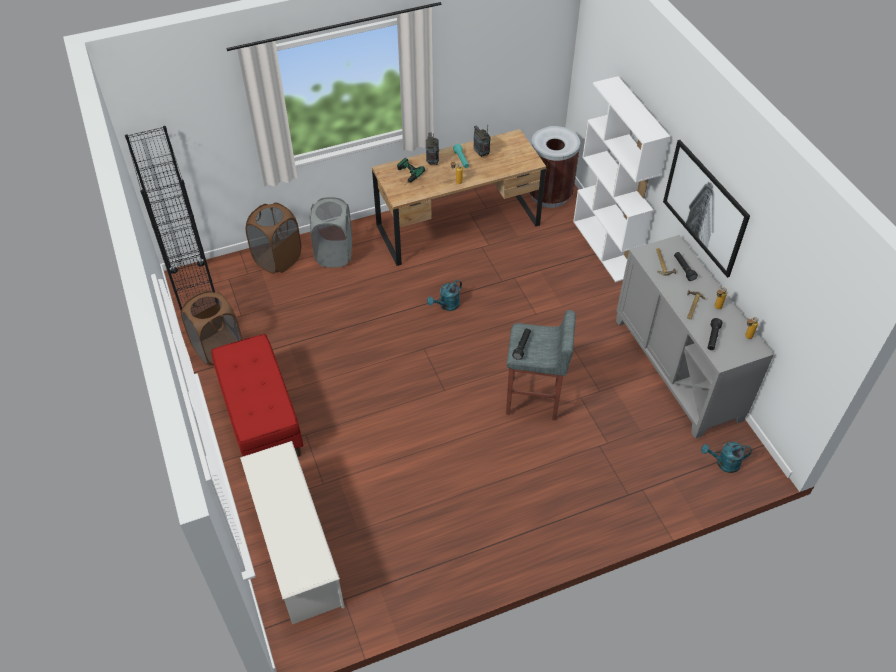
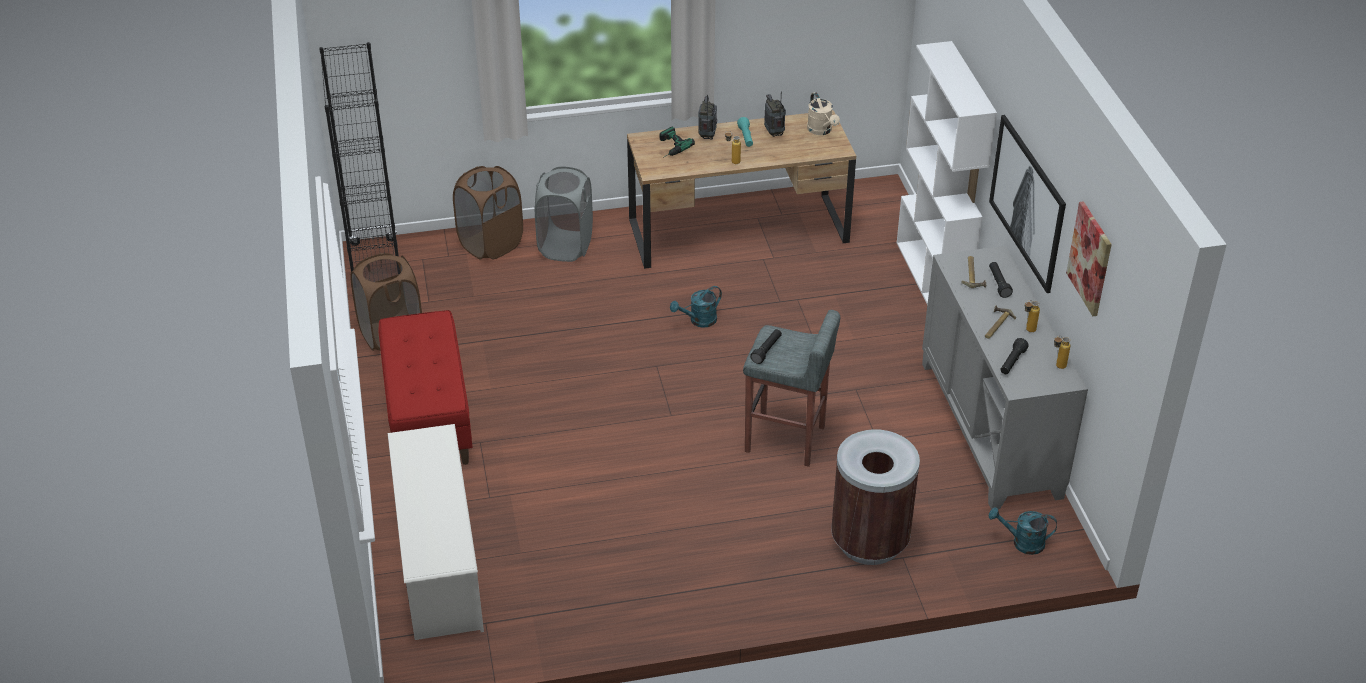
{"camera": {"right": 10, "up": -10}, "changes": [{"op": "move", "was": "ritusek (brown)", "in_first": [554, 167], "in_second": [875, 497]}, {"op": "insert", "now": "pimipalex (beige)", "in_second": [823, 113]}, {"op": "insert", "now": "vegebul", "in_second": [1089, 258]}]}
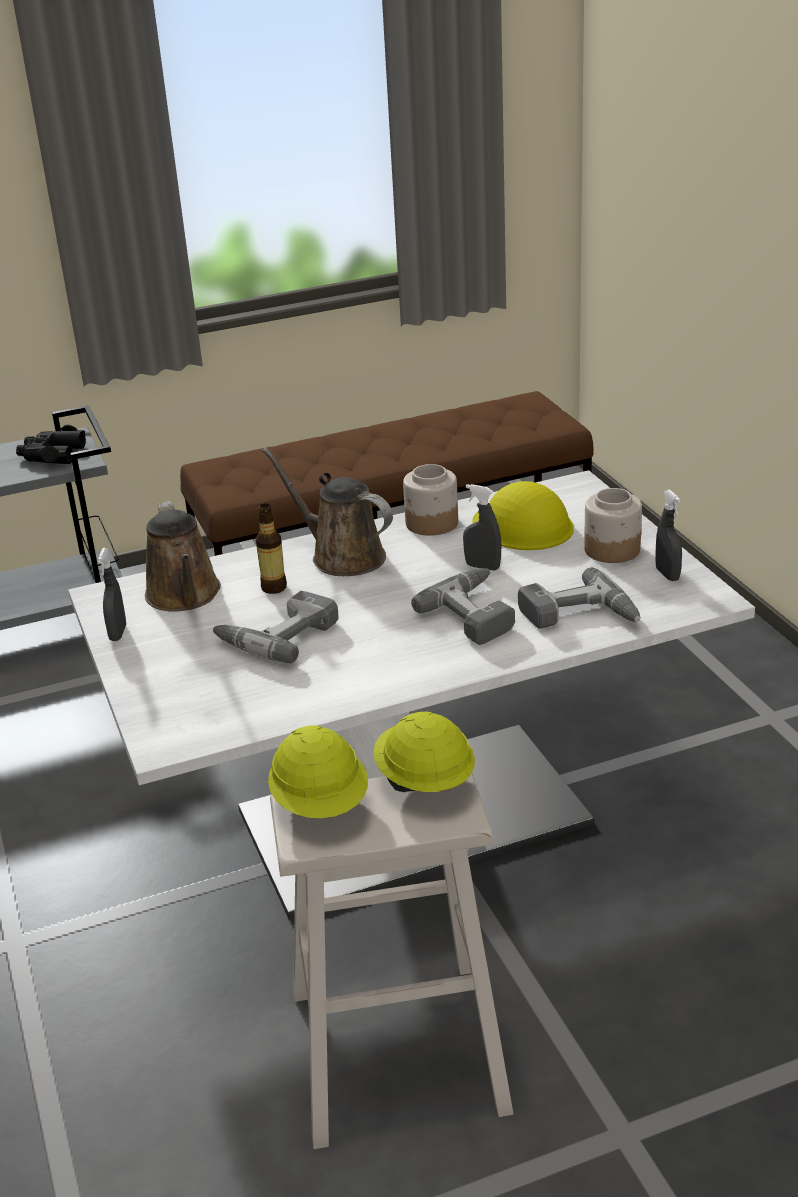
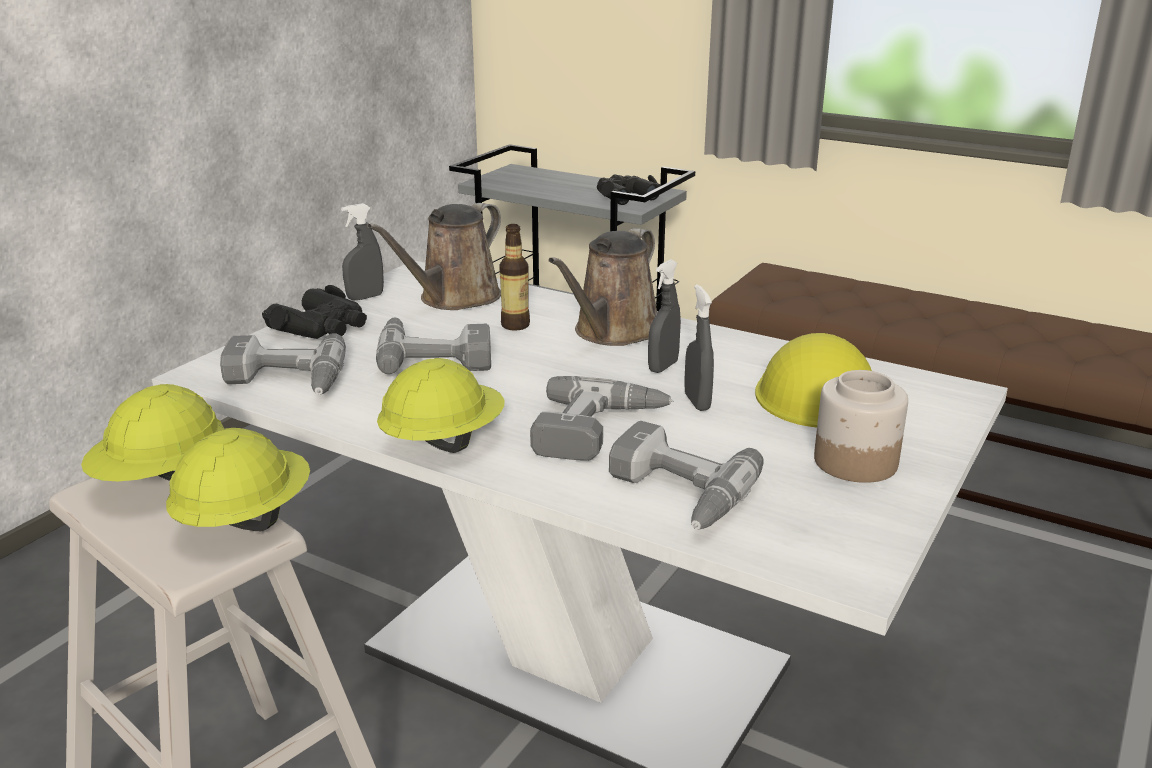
{"camera": {"right": 50, "up": -5}, "changes": [{"op": "rotate", "was": "pimipalex (brown)", "in_first": [327, 512], "in_second": [602, 287], "clockwise": -150}, {"op": "delete", "was": "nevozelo", "in_first": [430, 500]}, {"op": "move", "was": "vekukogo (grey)", "in_first": [668, 535], "in_second": [664, 316]}, {"op": "insert", "now": "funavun", "in_second": [283, 364]}, {"op": "insert", "now": "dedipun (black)", "in_second": [314, 312]}, {"op": "insert", "now": "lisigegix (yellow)", "in_second": [440, 405]}]}
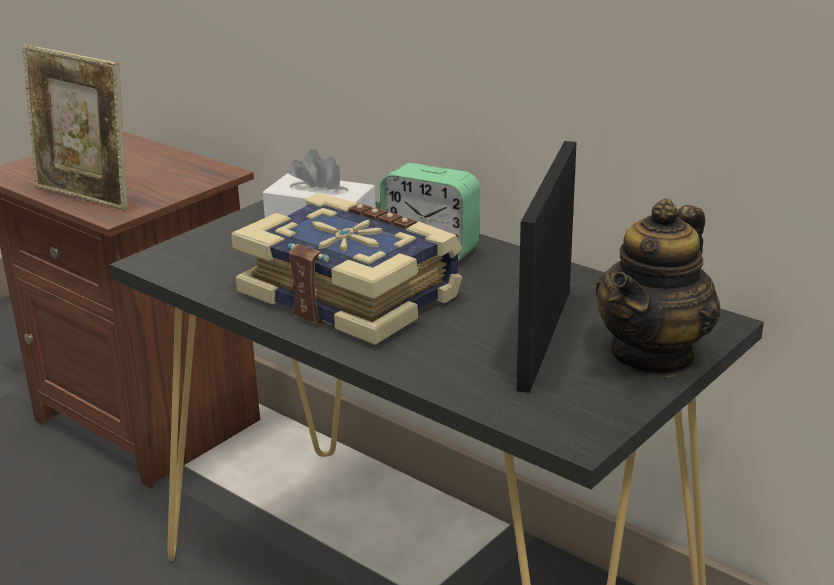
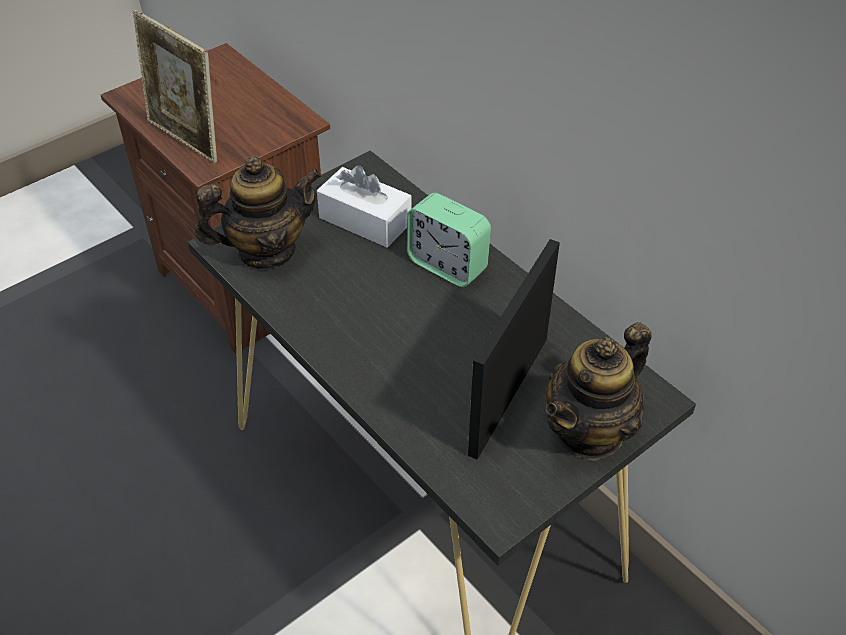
{"camera": {"right": 10, "up": 20}, "changes": [{"op": "delete", "was": "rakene", "in_first": [346, 269]}, {"op": "insert", "now": "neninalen", "in_second": [258, 212]}]}
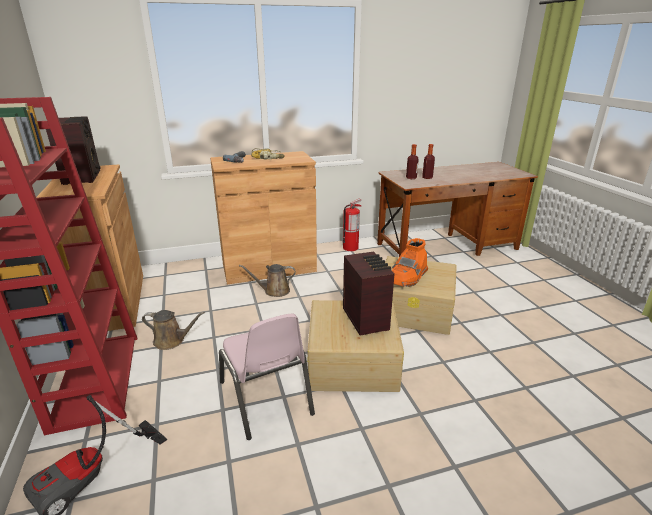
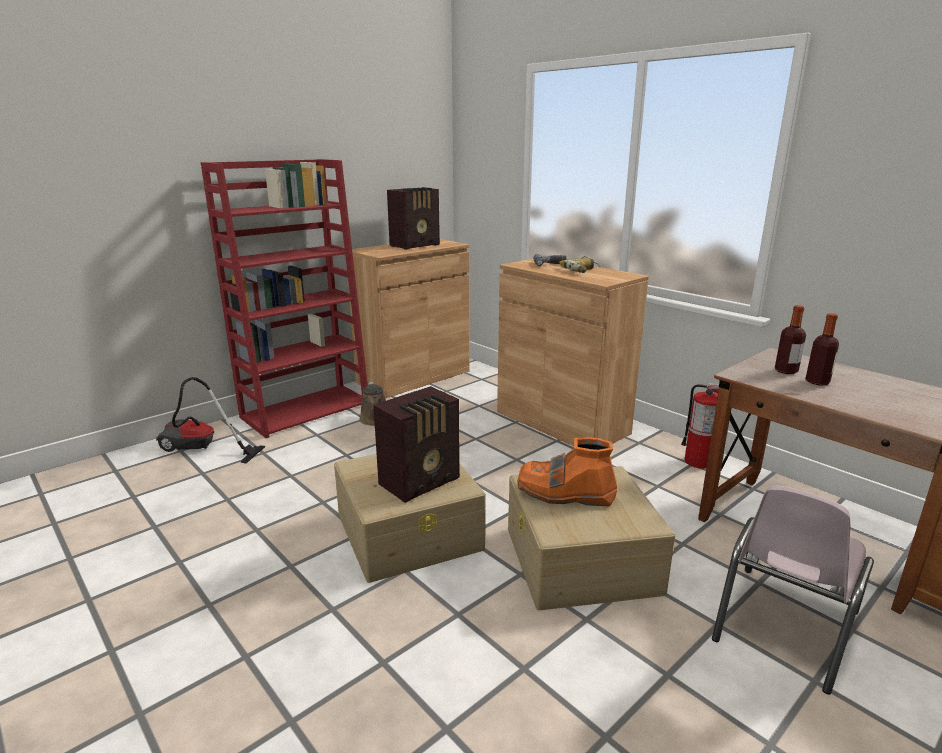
{"camera": {"right": 65, "up": -5}, "changes": [{"op": "move", "was": "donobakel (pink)", "in_first": [267, 377], "in_second": [793, 590]}, {"op": "delete", "was": "pimipalex (brown)", "in_first": [267, 280]}]}
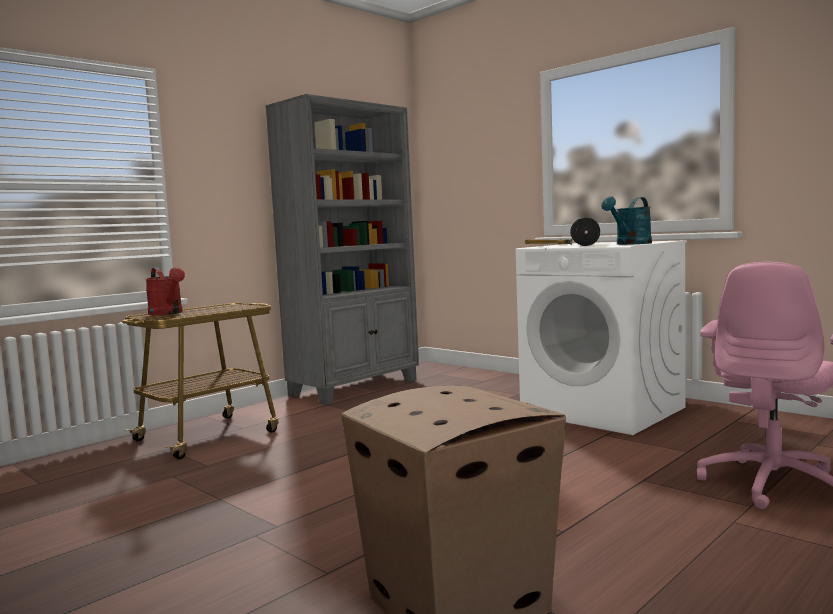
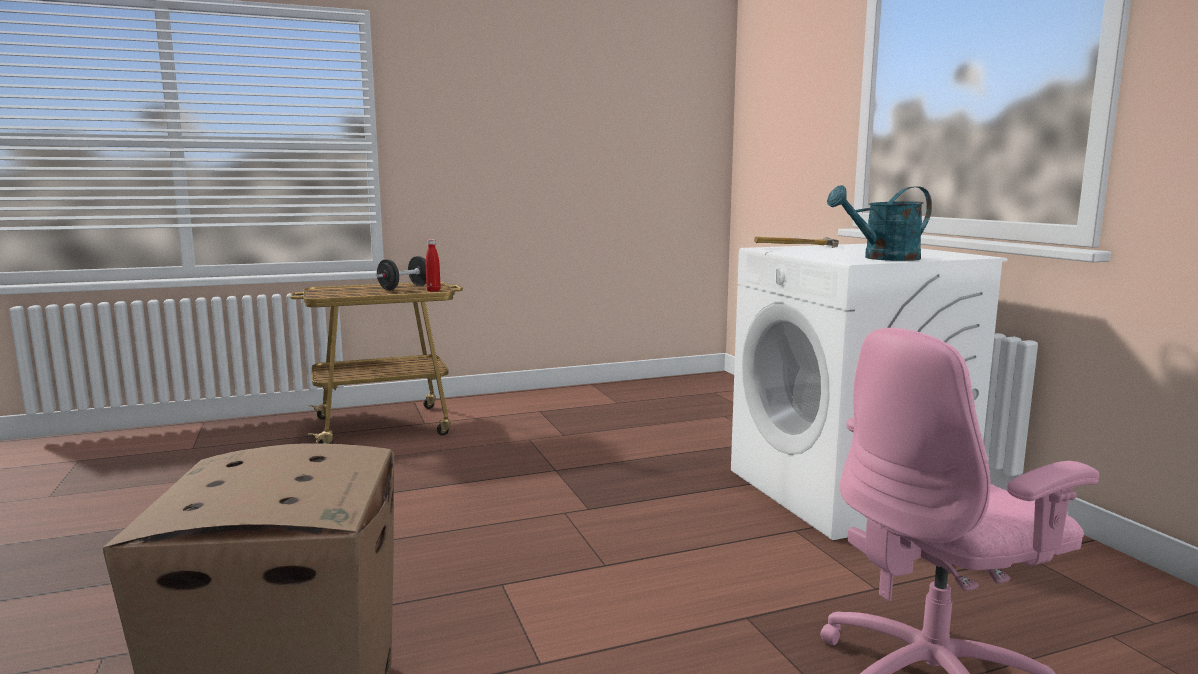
{"camera": {"right": 25, "up": 5}, "changes": [{"op": "delete", "was": "pimipalex (red)", "in_first": [165, 291]}, {"op": "delete", "was": "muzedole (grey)", "in_first": [342, 249]}, {"op": "move", "was": "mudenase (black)", "in_first": [585, 232], "in_second": [401, 273]}, {"op": "insert", "now": "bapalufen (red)", "in_second": [433, 265]}]}
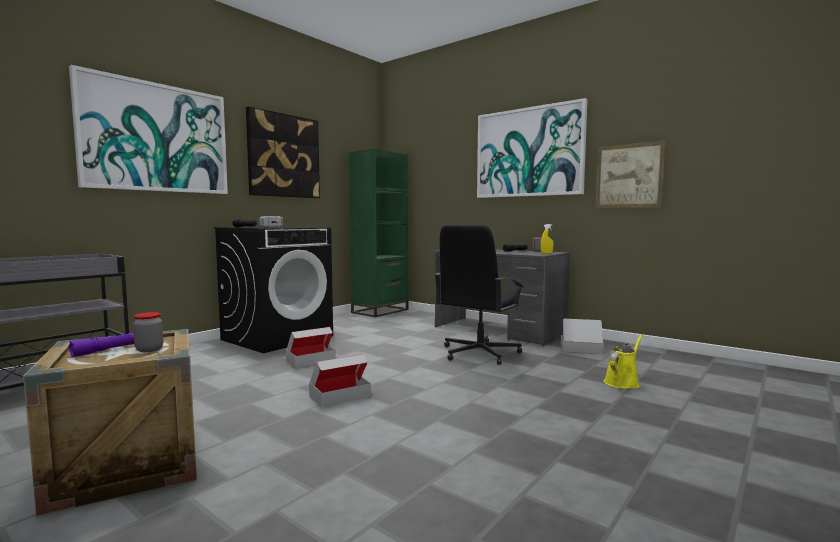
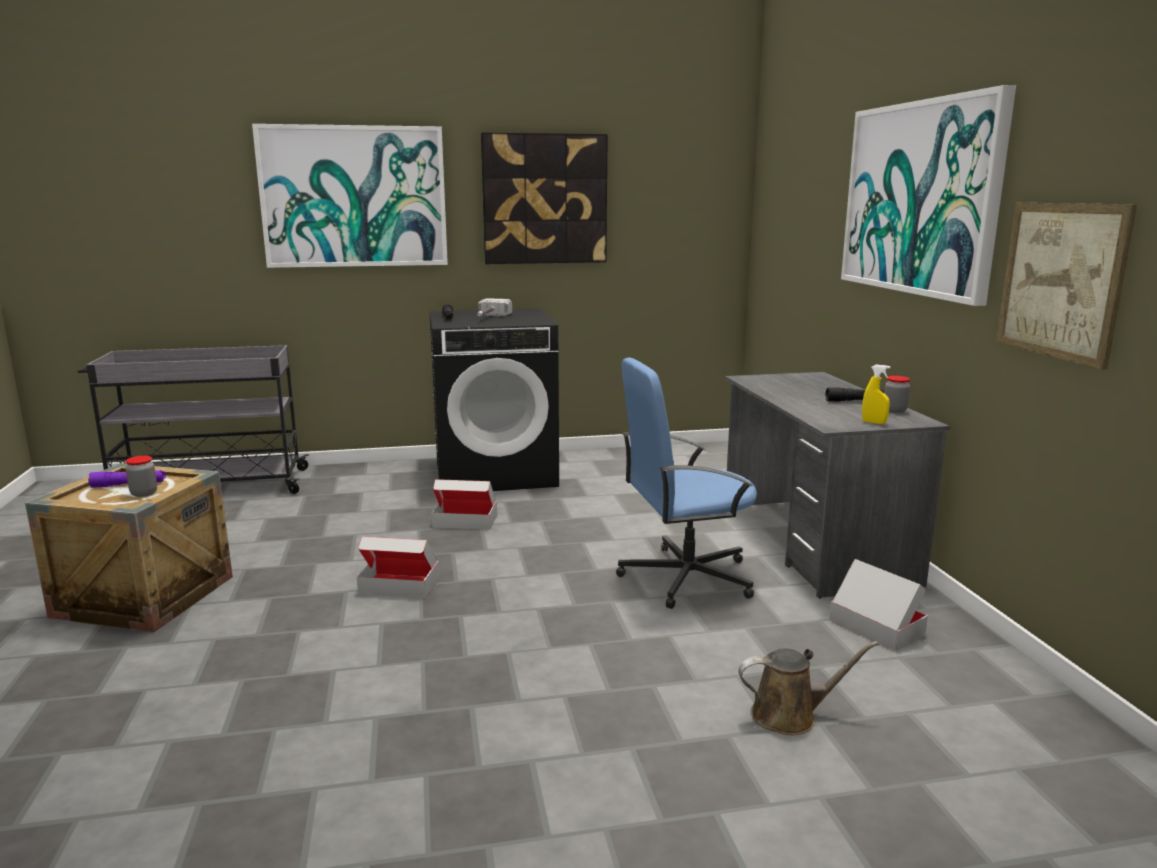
{"camera": {"right": 40, "up": 10}, "changes": [{"op": "delete", "was": "muzedole (green)", "in_first": [378, 233]}, {"op": "recolor", "was": "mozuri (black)", "now": "mozuri (blue)", "in_first": [479, 294], "in_second": [686, 483]}, {"op": "recolor", "was": "pimipalex (yellow)", "now": "pimipalex (brown)", "in_first": [623, 361], "in_second": [808, 688]}]}
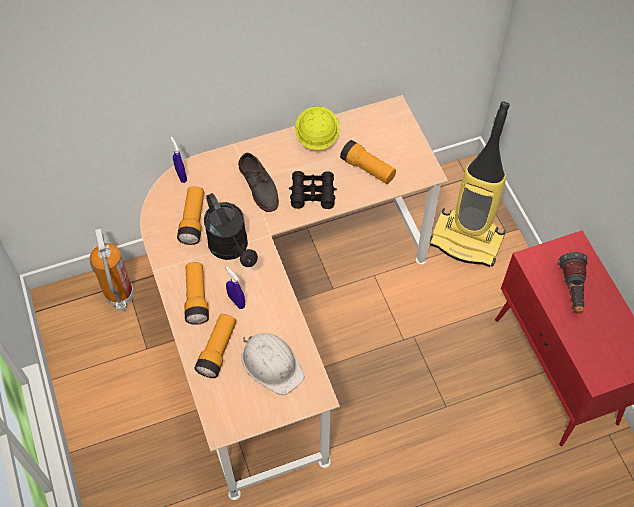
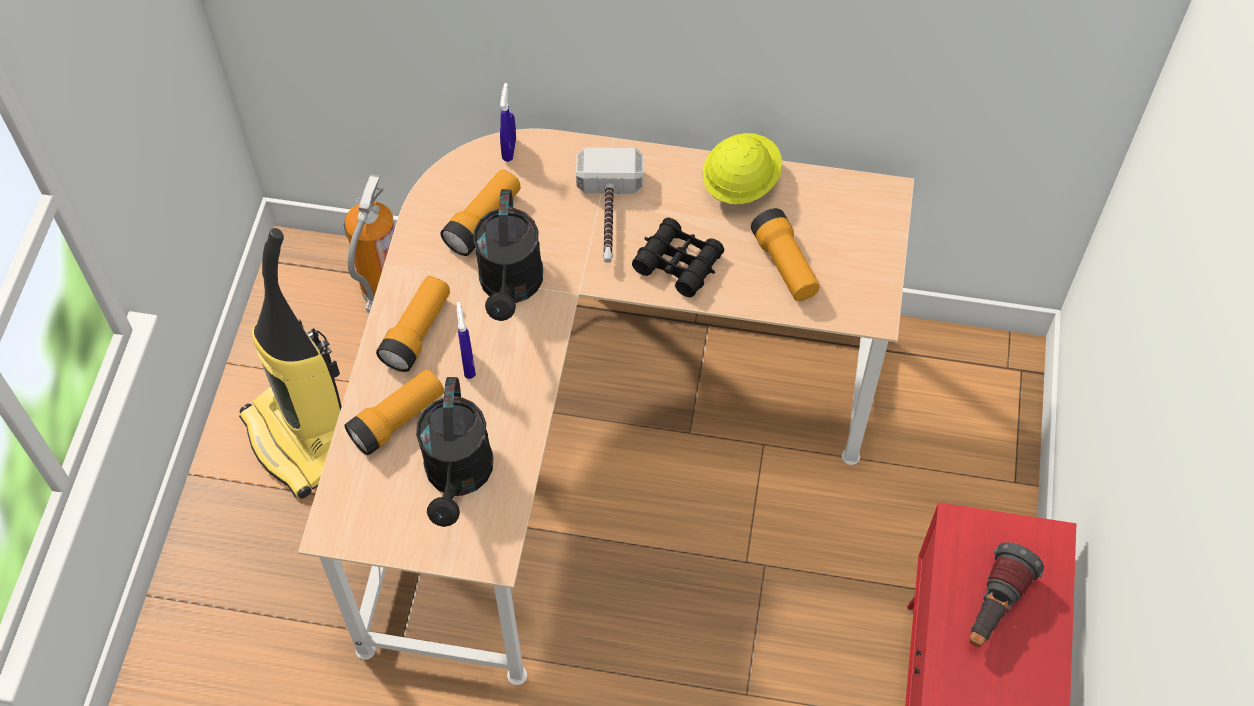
{"camera": {"right": 30, "up": 0}, "changes": [{"op": "replace", "was": "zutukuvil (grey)", "now": "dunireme", "in_first": [258, 182], "in_second": [609, 205]}, {"op": "replace", "was": "lisigegix (white)", "now": "pimipalex (black)", "in_first": [272, 364], "in_second": [455, 452]}, {"op": "move", "was": "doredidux", "in_first": [470, 184], "in_second": [290, 363]}]}
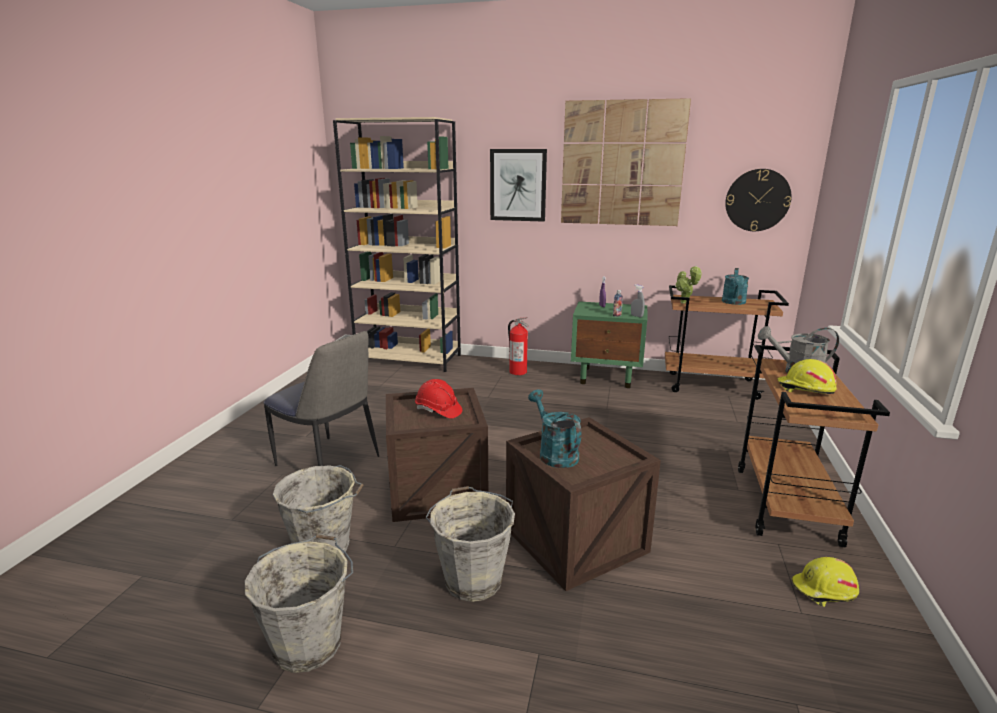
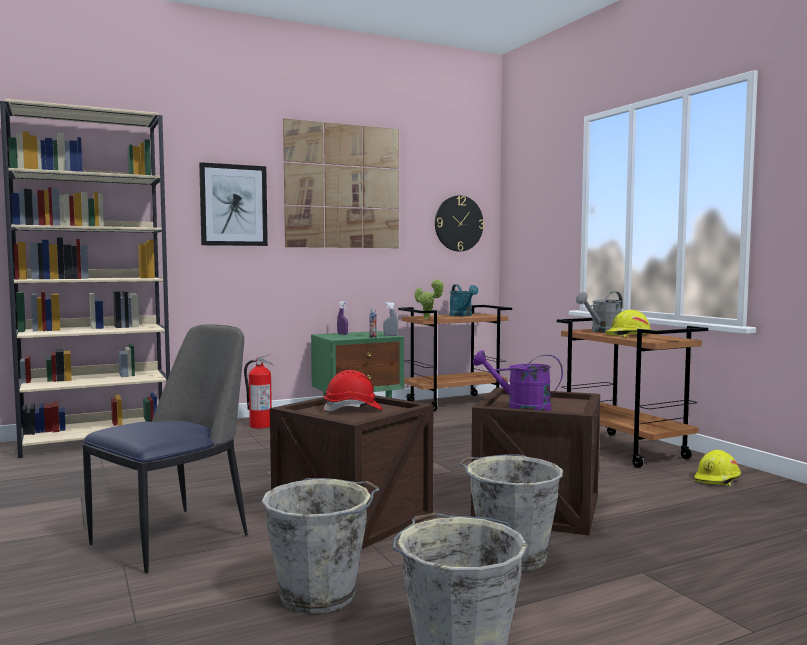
{"camera": {"right": -40, "up": -15}, "changes": [{"op": "rotate", "was": "donobakel", "in_first": [321, 398], "in_second": [165, 449], "clockwise": -45}, {"op": "recolor", "was": "pimipalex (turquoise)", "now": "pimipalex (purple)", "in_first": [555, 428], "in_second": [518, 380]}]}
